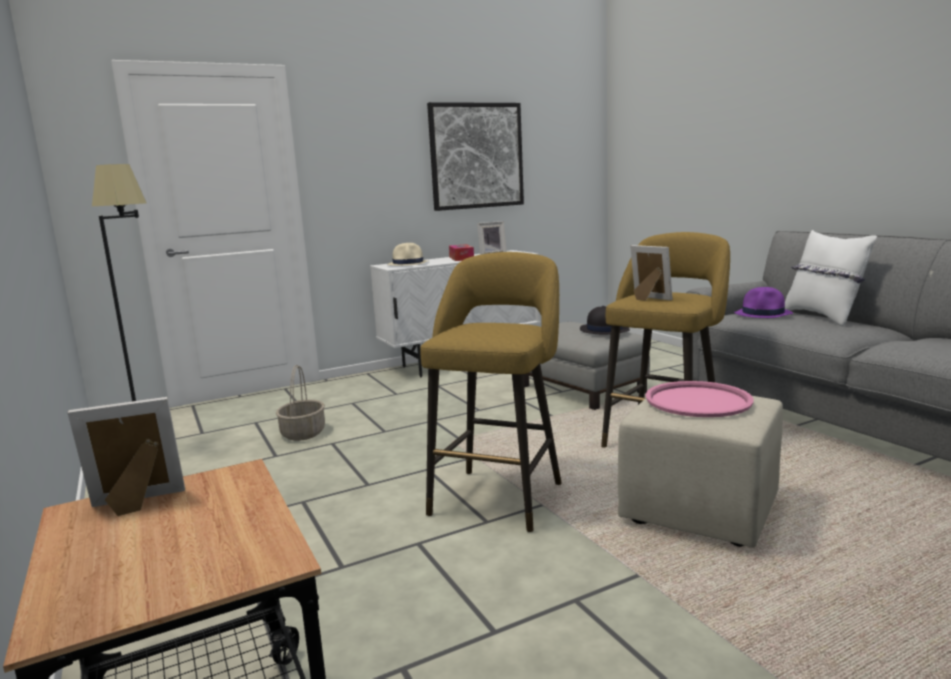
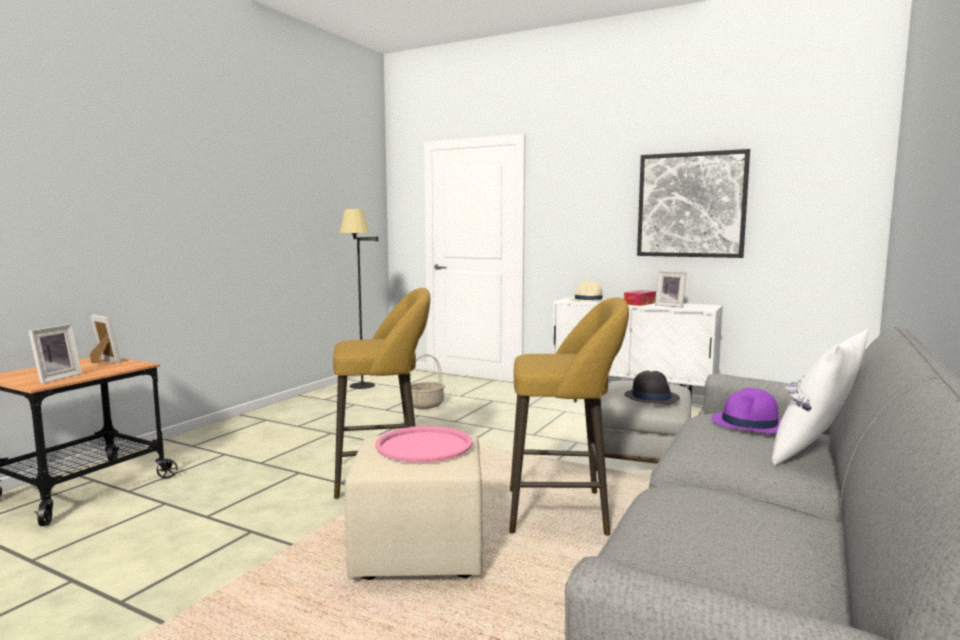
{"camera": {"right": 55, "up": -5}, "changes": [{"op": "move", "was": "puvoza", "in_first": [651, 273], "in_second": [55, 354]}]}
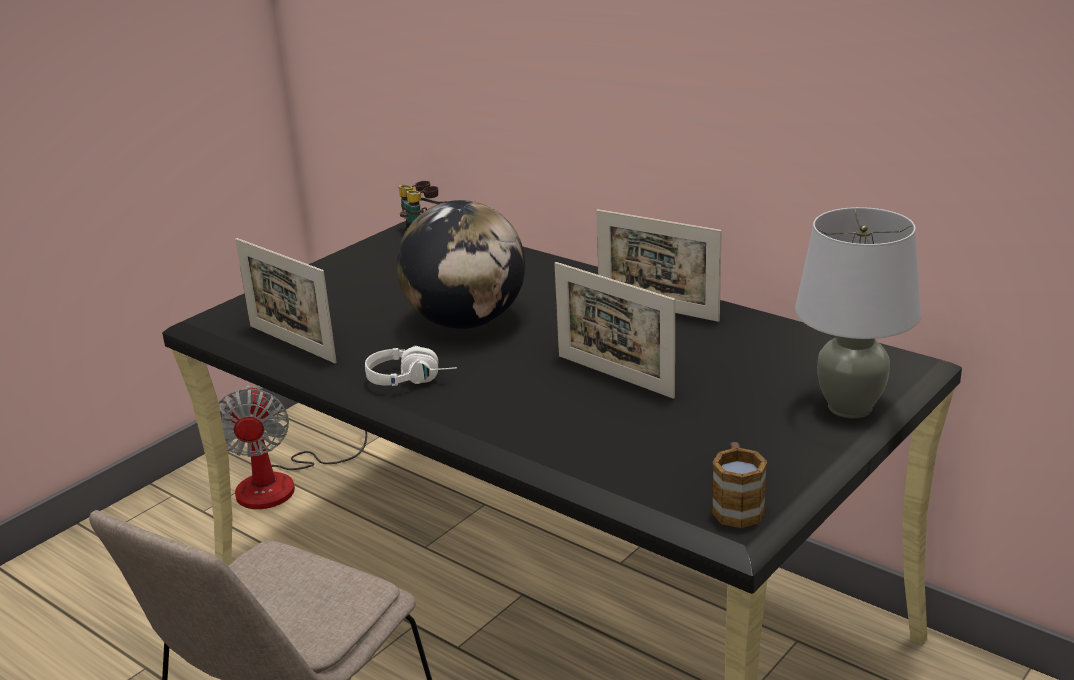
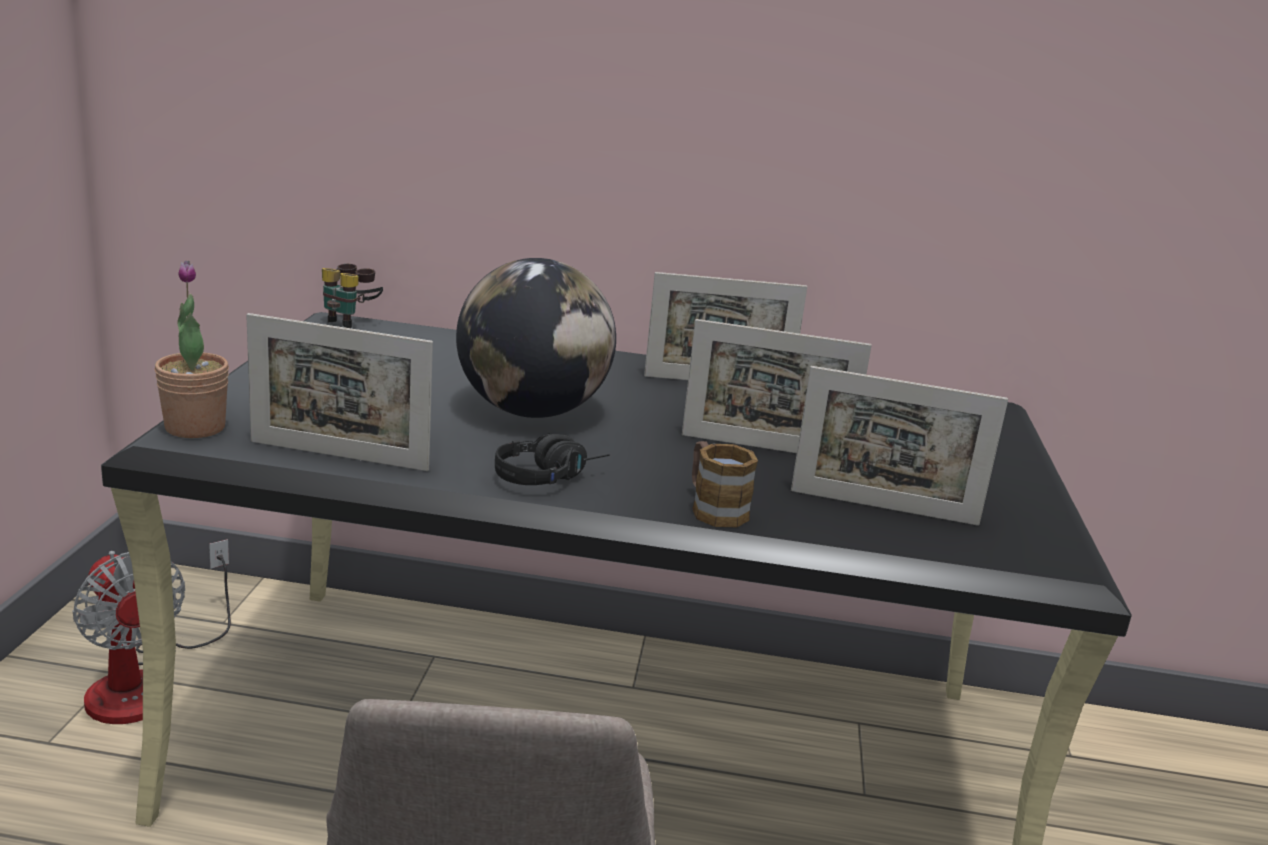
{"camera": {"right": -35, "up": -5}, "changes": [{"op": "recolor", "was": "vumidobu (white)", "now": "vumidobu (black)", "in_first": [411, 366], "in_second": [552, 459]}, {"op": "move", "was": "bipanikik", "in_first": [739, 485], "in_second": [725, 484]}, {"op": "delete", "was": "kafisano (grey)", "in_first": [858, 312]}, {"op": "insert", "now": "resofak", "in_second": [192, 349]}, {"op": "insert", "now": "puvoza", "in_second": [899, 446]}]}
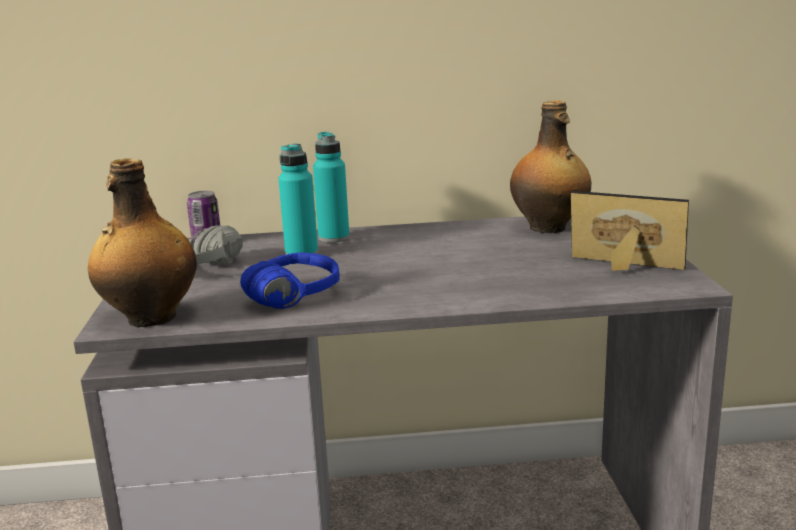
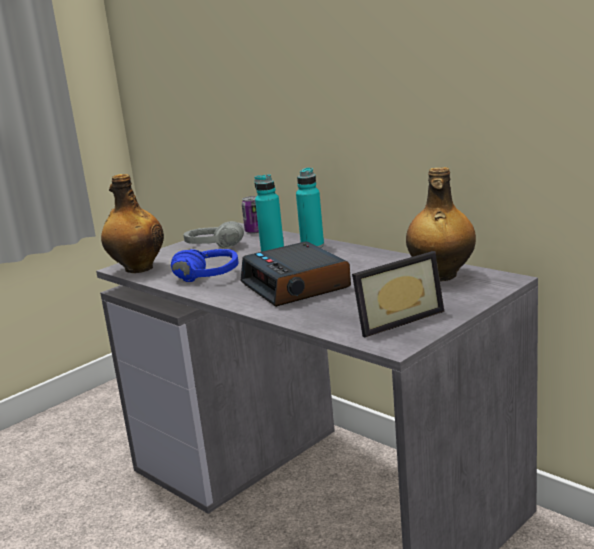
{"camera": {"right": 50, "up": 0}, "changes": [{"op": "rotate", "was": "puvoza", "in_first": [630, 231], "in_second": [398, 294], "clockwise": 75}, {"op": "insert", "now": "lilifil", "in_second": [296, 274]}]}
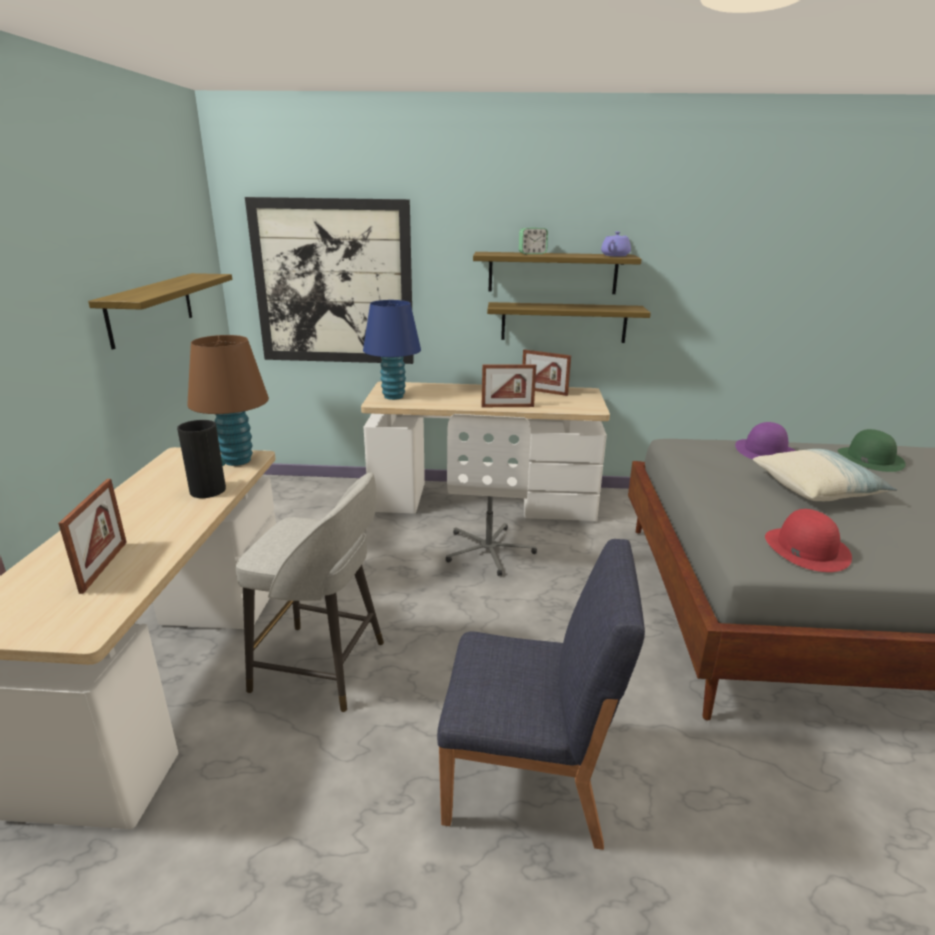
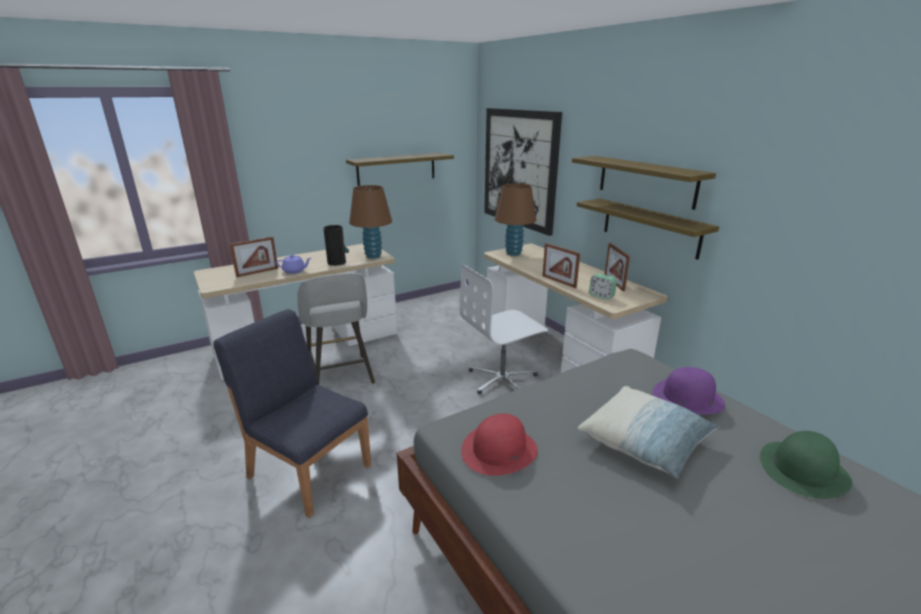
{"camera": {"right": 55, "up": 0}, "changes": [{"op": "recolor", "was": "kafisano (blue)", "now": "kafisano (brown)", "in_first": [392, 350], "in_second": [515, 220]}, {"op": "rotate", "was": "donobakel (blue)", "in_first": [541, 694], "in_second": [292, 413], "clockwise": 150}, {"op": "move", "was": "lilifil", "in_first": [533, 240], "in_second": [603, 287]}, {"op": "move", "was": "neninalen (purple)", "in_first": [616, 244], "in_second": [293, 264]}]}
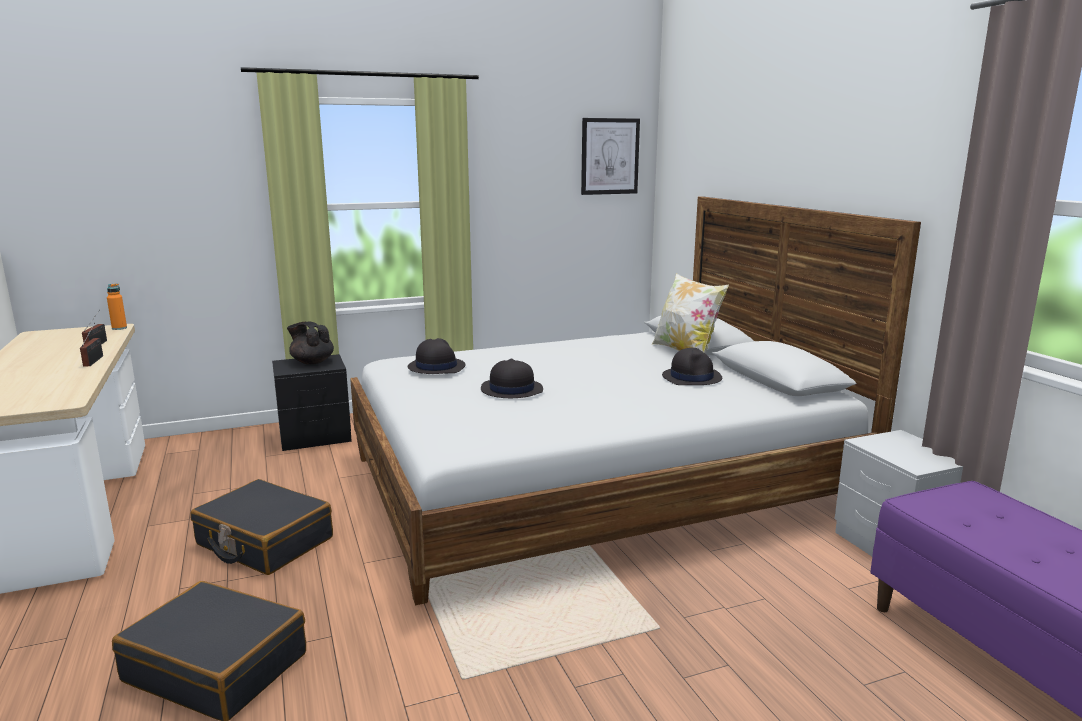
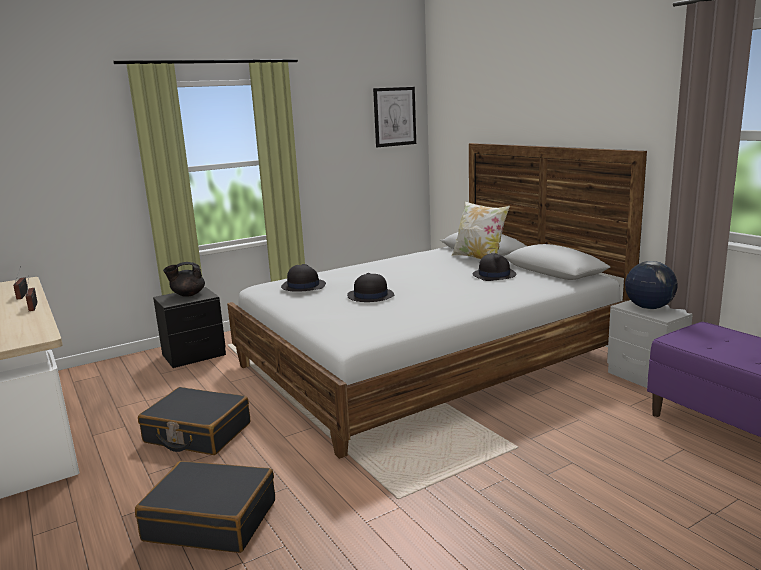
{"camera": {"right": -10, "up": 0}, "changes": [{"op": "delete", "was": "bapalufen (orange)", "in_first": [117, 307]}, {"op": "rotate", "was": "neninalen (black)", "in_first": [310, 343], "in_second": [184, 279], "clockwise": -45}, {"op": "insert", "now": "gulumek", "in_second": [651, 285]}]}
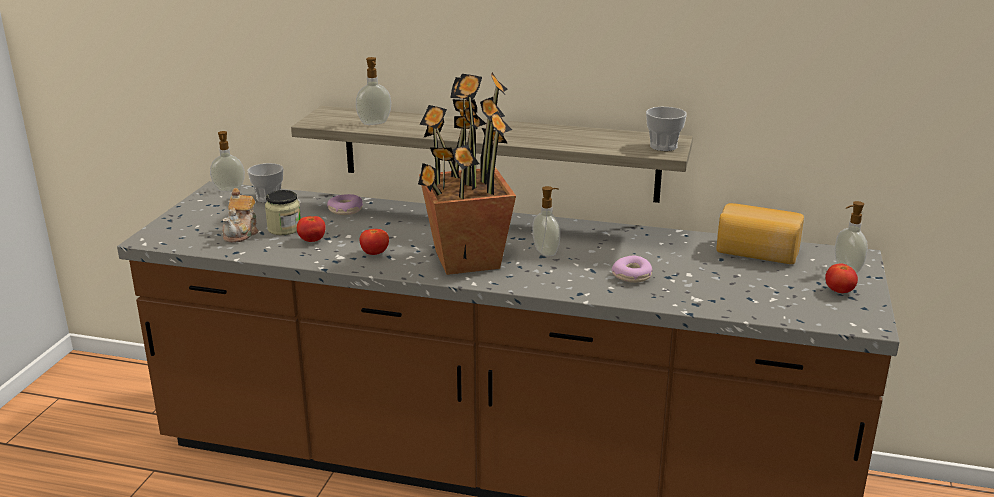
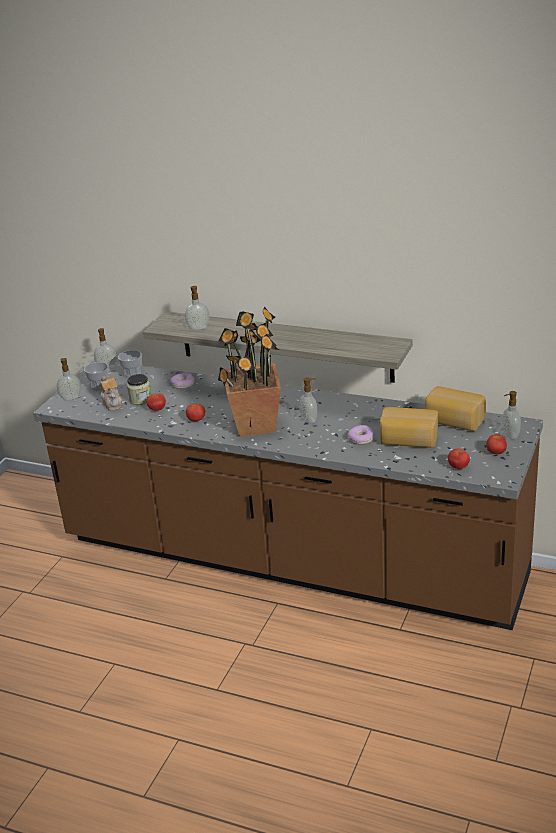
{"camera": {"right": 10, "up": 5}, "changes": [{"op": "rotate", "was": "neninalen", "in_first": [240, 215], "in_second": [110, 393], "clockwise": -45}, {"op": "move", "was": "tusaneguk", "in_first": [666, 129], "in_second": [96, 376]}, {"op": "insert", "now": "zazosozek", "in_second": [69, 379]}, {"op": "insert", "now": "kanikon", "in_second": [409, 427]}, {"op": "insert", "now": "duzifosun", "in_second": [459, 458]}]}
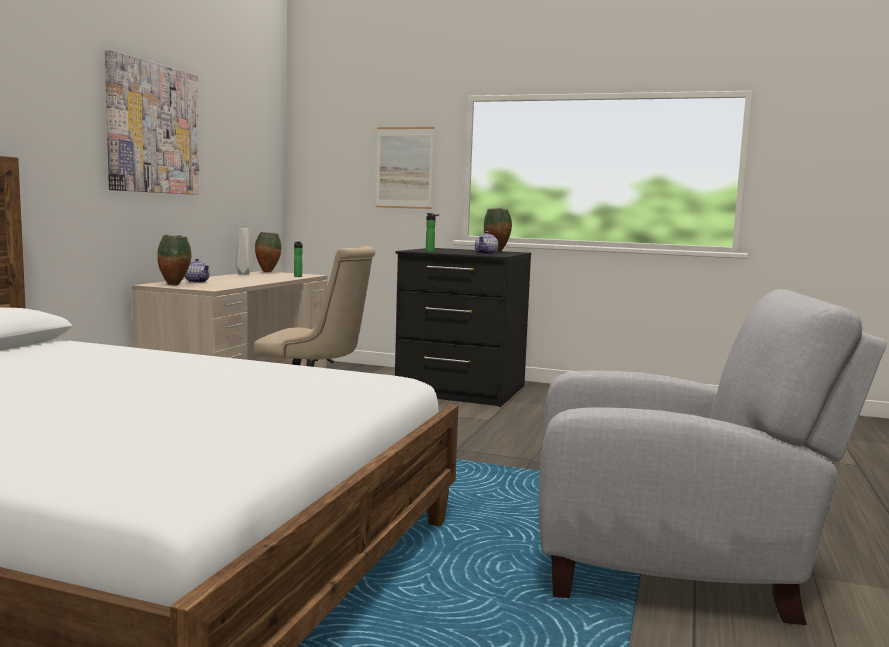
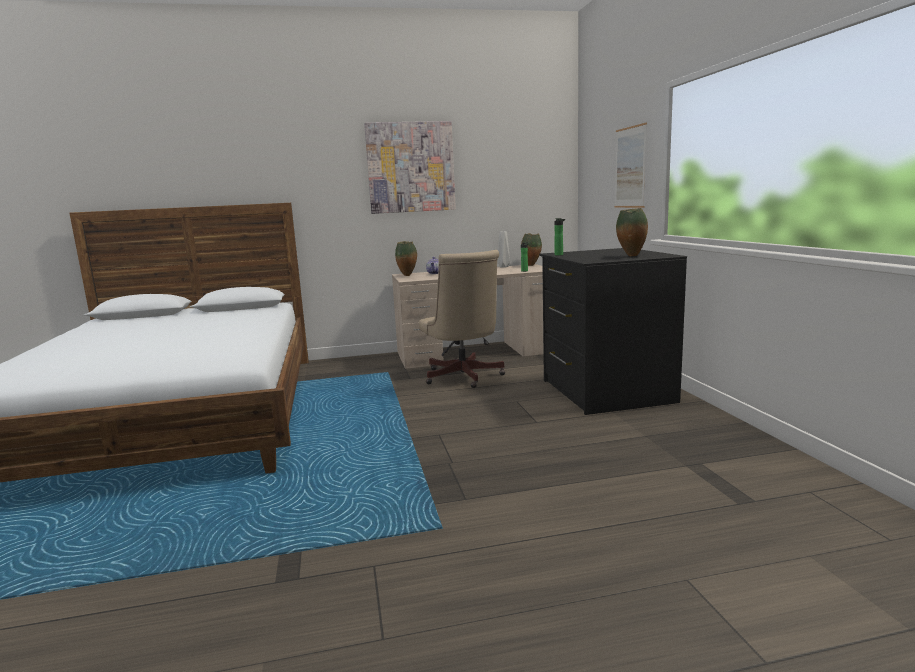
{"camera": {"right": 60, "up": 5}, "changes": [{"op": "delete", "was": "neninalen", "in_first": [487, 243]}, {"op": "delete", "was": "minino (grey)", "in_first": [713, 457]}]}
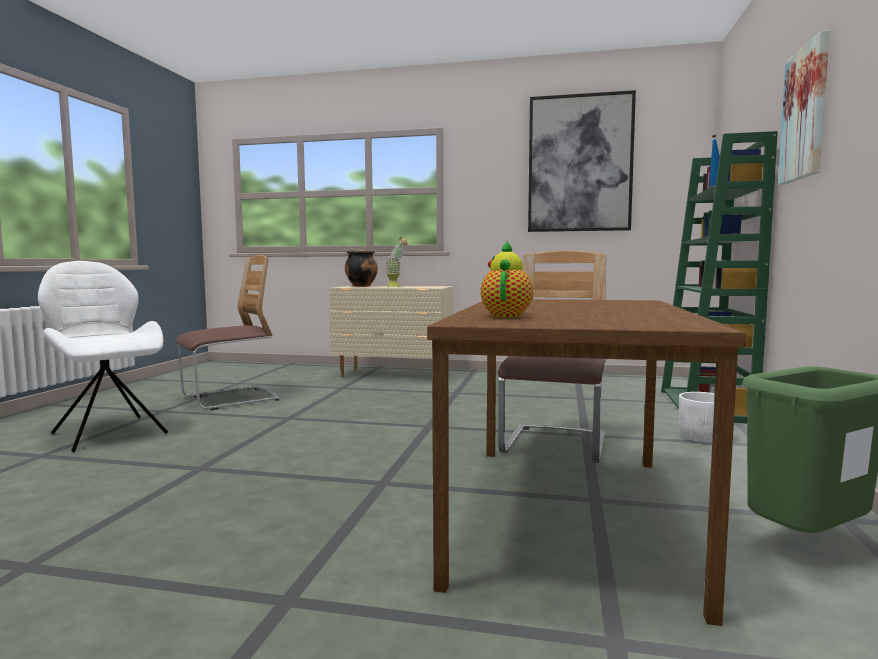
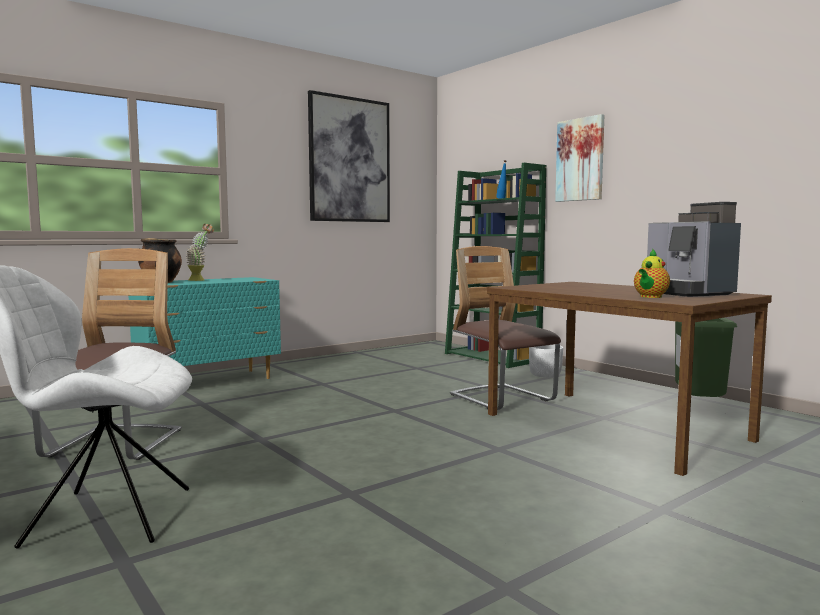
{"camera": {"right": -50, "up": 0}, "changes": [{"op": "recolor", "was": "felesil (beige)", "now": "felesil (turquoise)", "in_first": [391, 331], "in_second": [205, 328]}, {"op": "rotate", "was": "neninalen", "in_first": [506, 279], "in_second": [652, 273], "clockwise": -105}, {"op": "insert", "now": "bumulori", "in_second": [694, 249]}]}
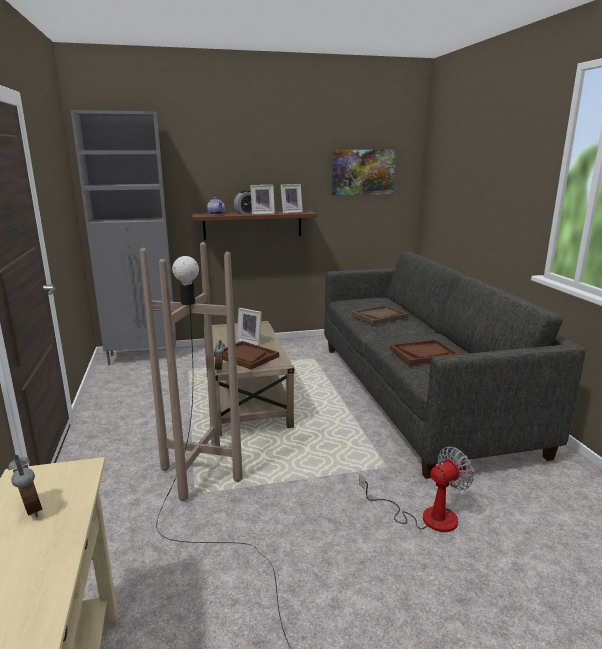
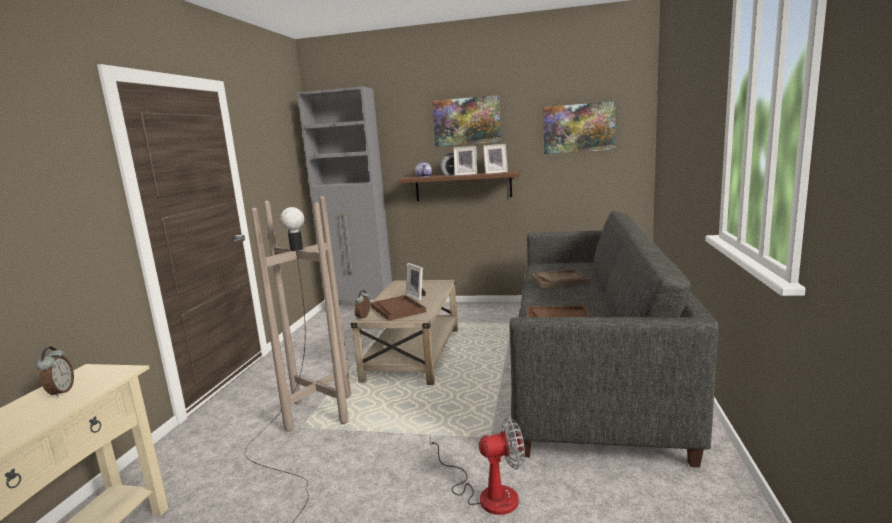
{"camera": {"right": 25, "up": -5}, "changes": [{"op": "insert", "now": "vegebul", "in_second": [466, 120]}]}
